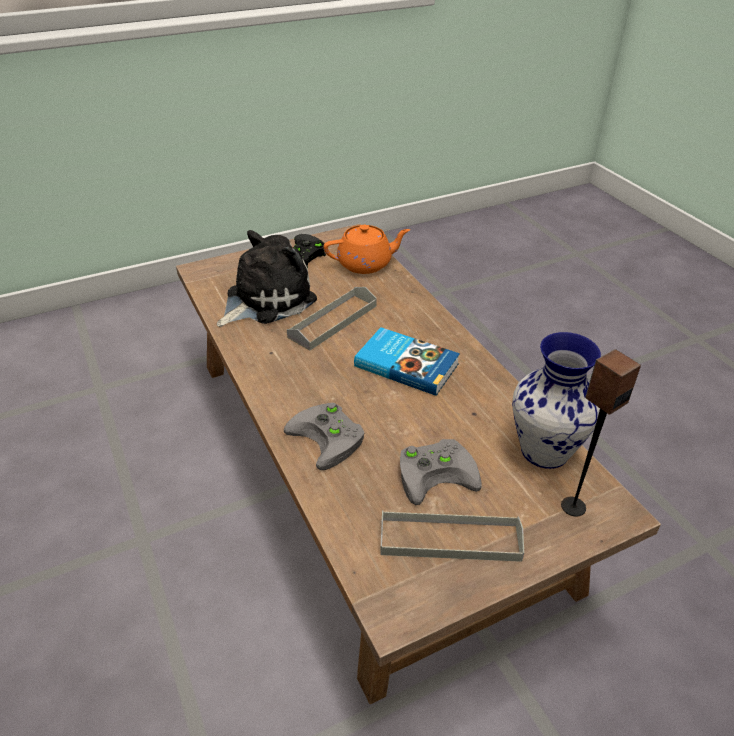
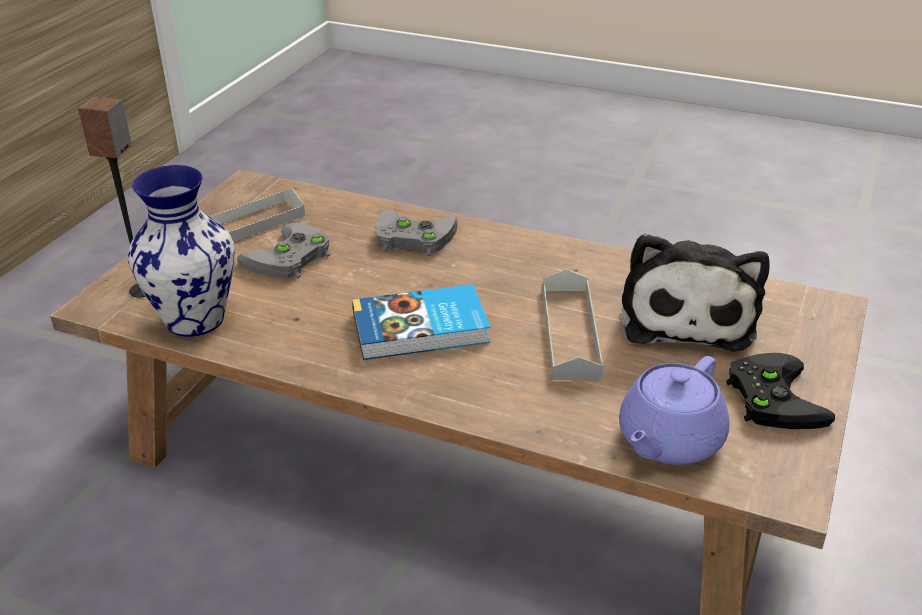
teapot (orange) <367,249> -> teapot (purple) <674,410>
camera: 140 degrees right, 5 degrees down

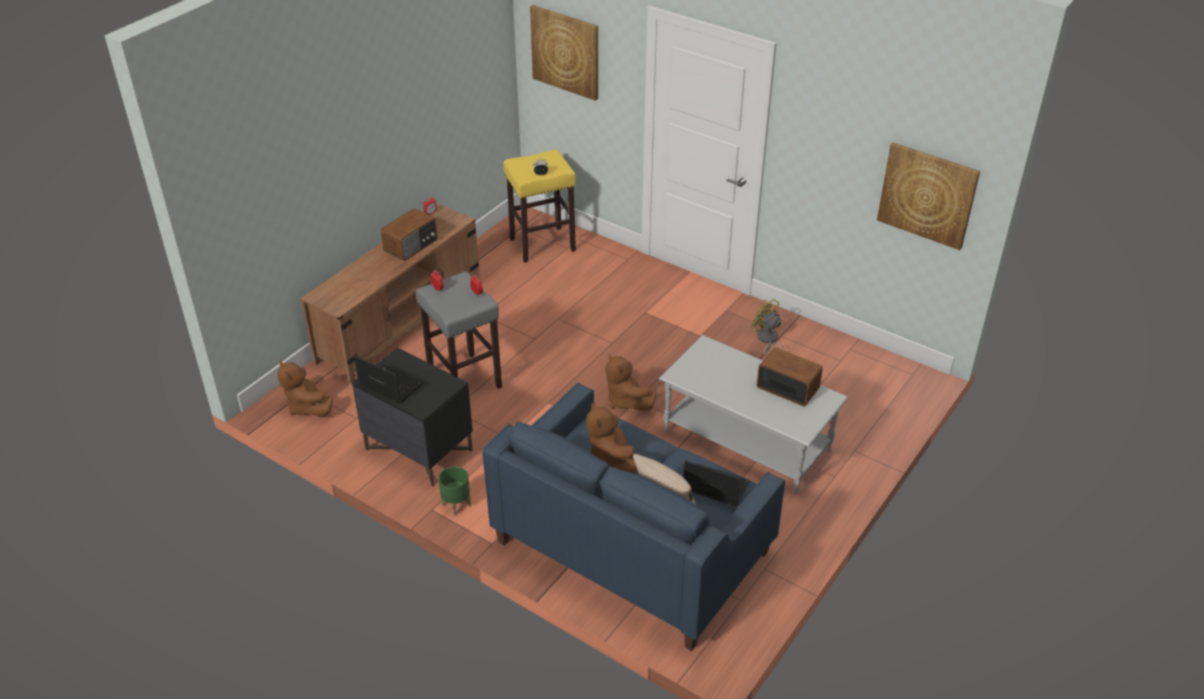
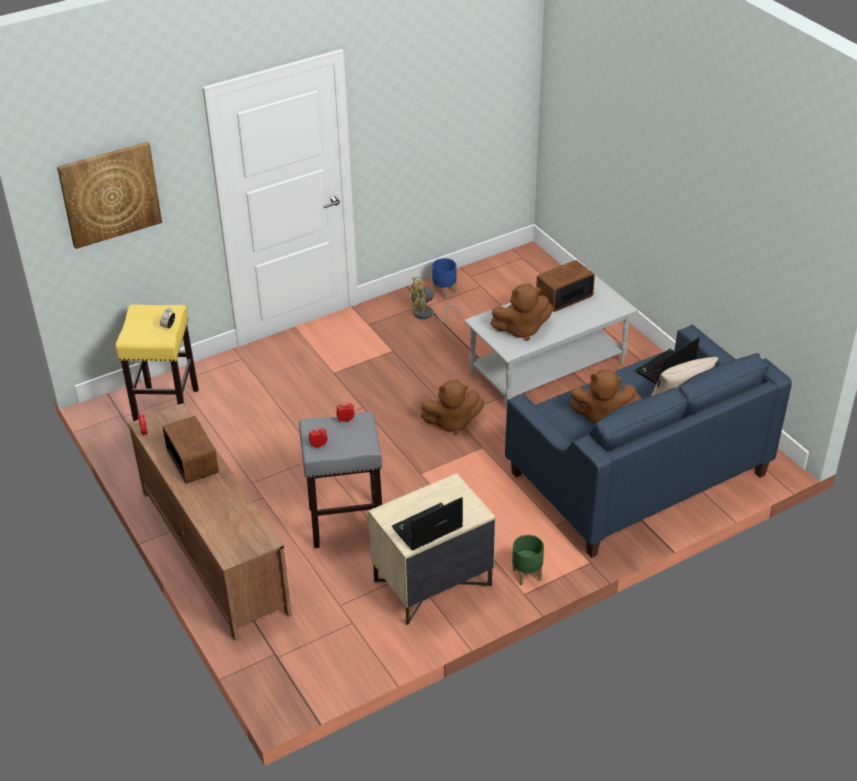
picture <928,196> -> none
nightstand (black) <412,417> -> nightstand (beige) <432,549>
plush toy (brown) <304,388> -> plush toy (brown) <521,312>, relocated
none -> planter (blue) <444,278>
camera: 65 degrees left, 0 degrees up

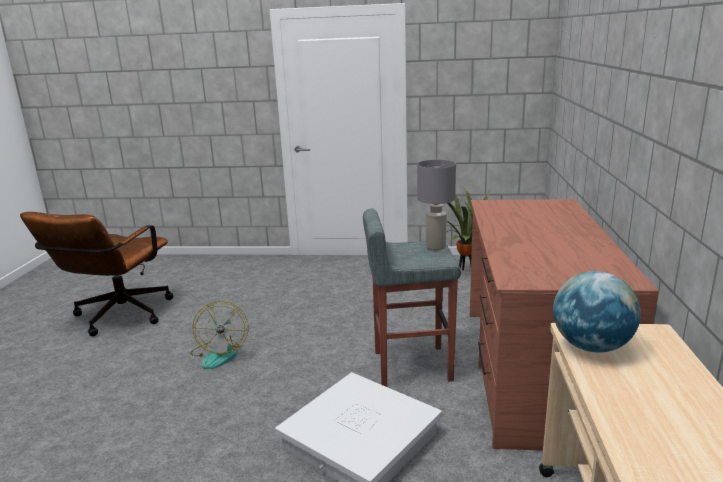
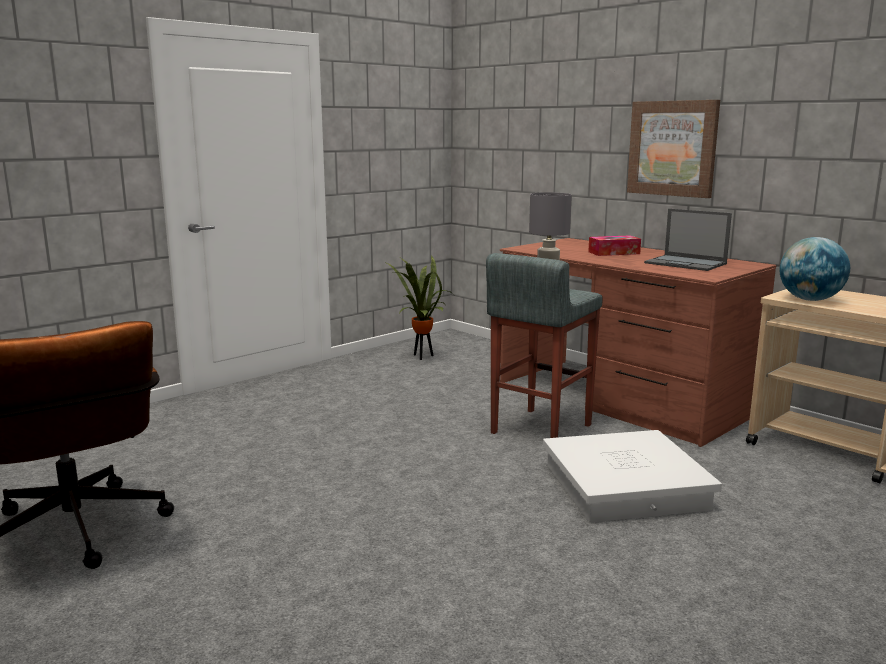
fan <219,335> -> none
none -> picture <673,149>
none -> laptop <688,240>
none -> tissue box <614,245>
camera: 50 degrees left, 5 degrees down

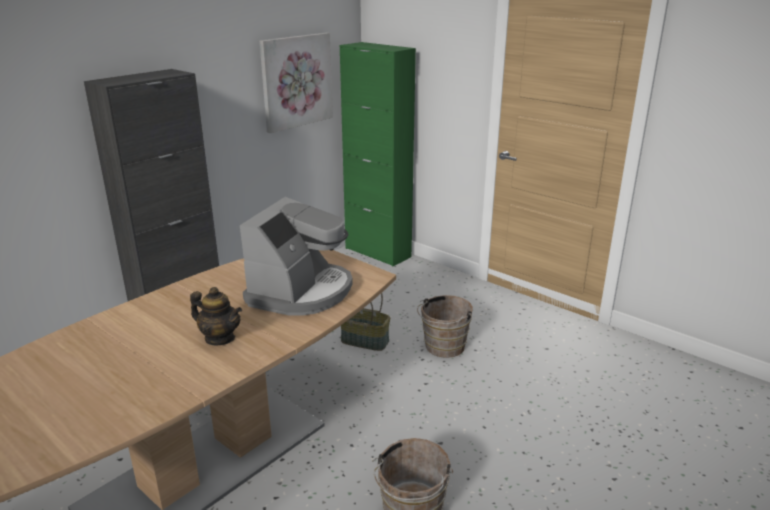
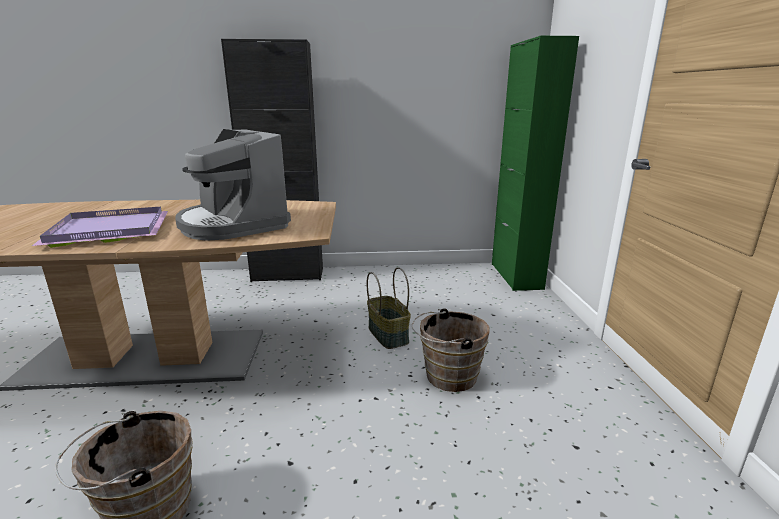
picture <296,83> -> none
coffee machine <296,256> -> coffee machine <233,185>, 75 degrees clockwise
teapot <216,316> -> tray (purple) <100,227>
camera: 45 degrees right, 5 degrees down

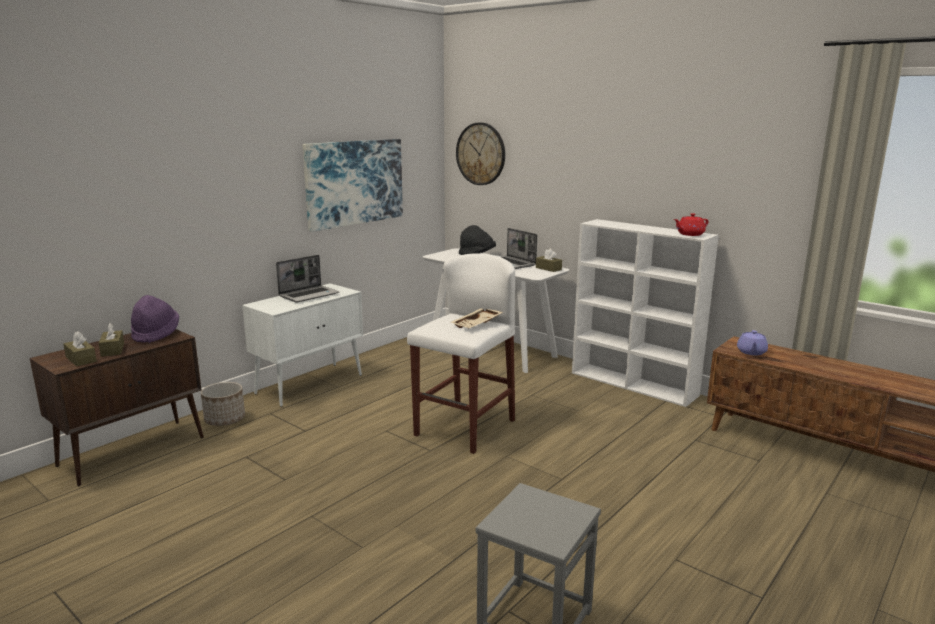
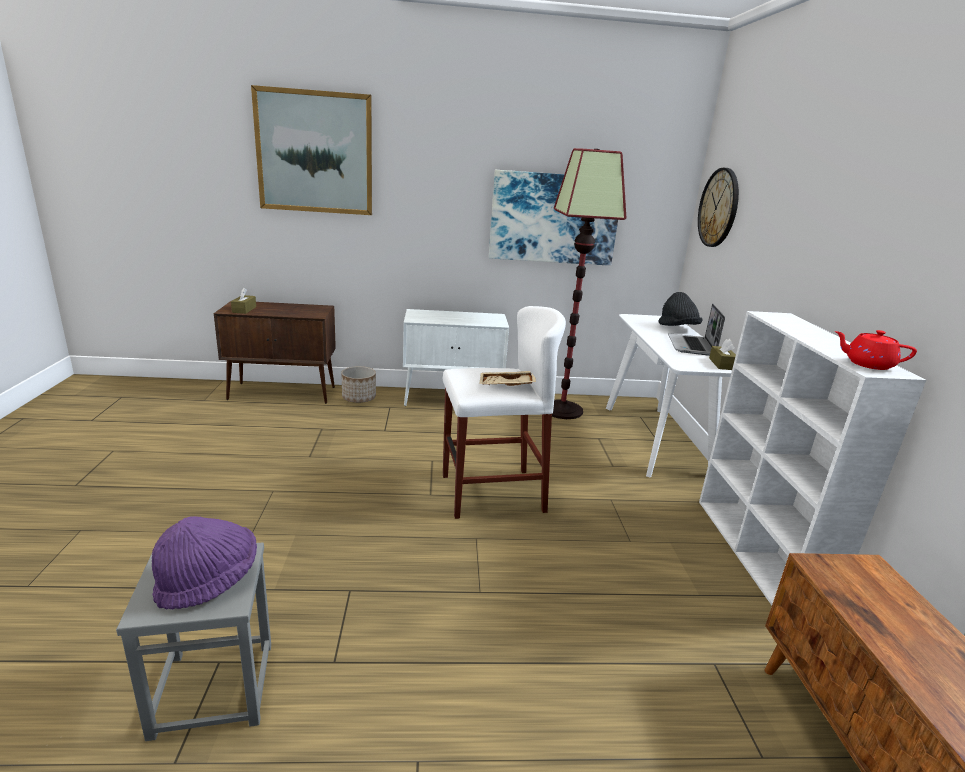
laptop <307,279> -> none
hat (purple) <155,319> -> hat (purple) <204,562>, relocated
tissue box (brown) <111,340> -> none
teapot (purple) <752,342> -> none
none -> picture <311,150>
none -> floor lamp <589,283>
camera: 45 degrees right, 5 degrees up

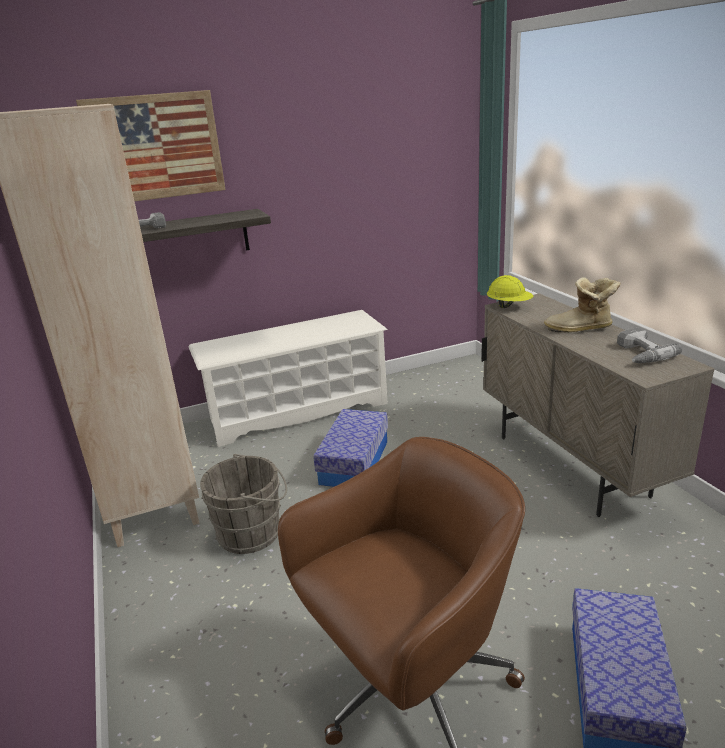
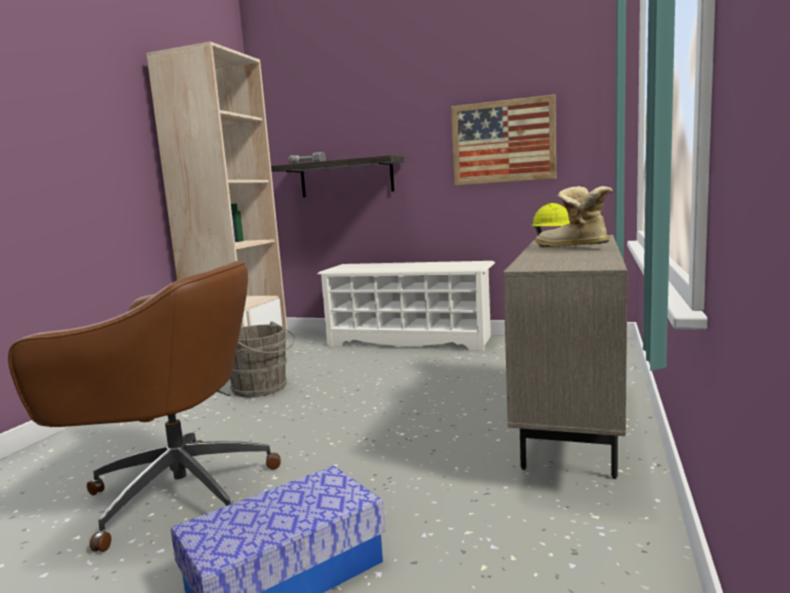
picture <151,145> -> picture <503,140>, relocated
power drill <649,345> -> none
storage box <350,448> -> none
camera: 40 degrees right, 15 degrees down

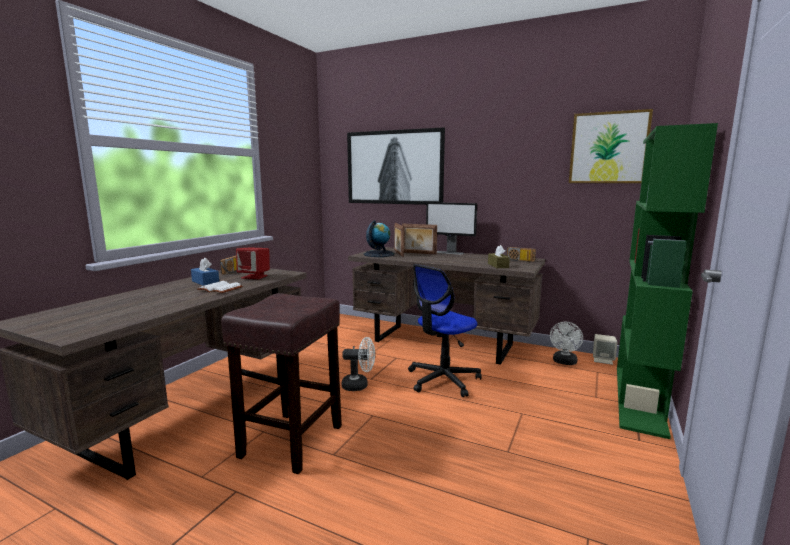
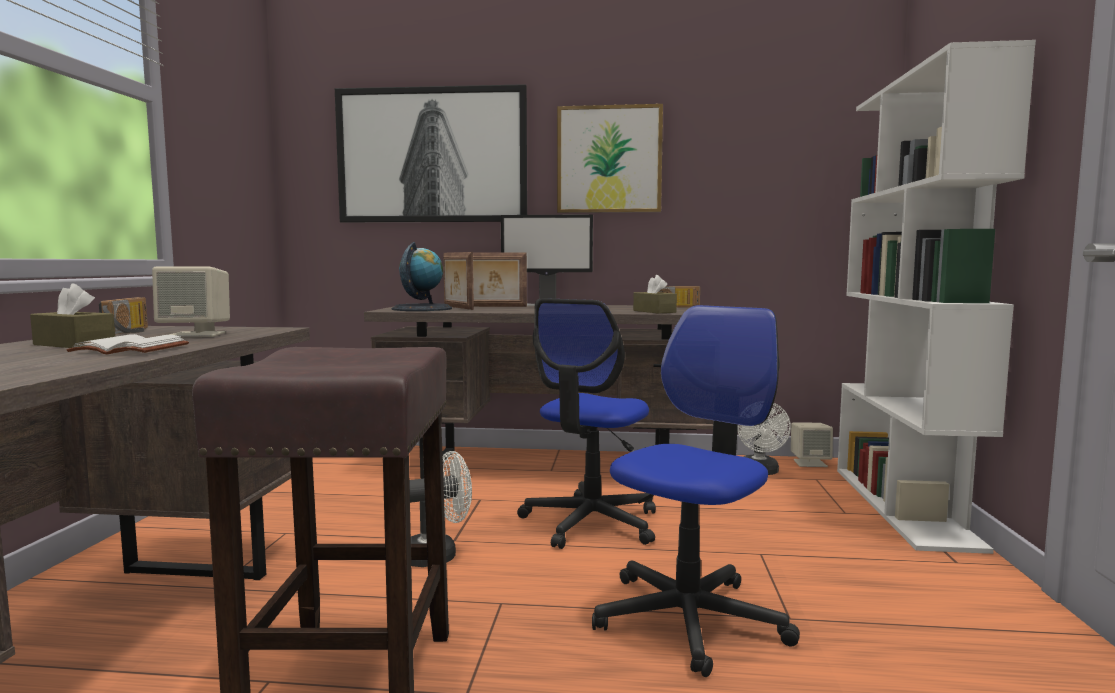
picture <611,146> -> picture <610,158>, relocated
bookcase (green) <667,281> -> bookcase (white) <936,297>
speaker (red) <253,263> -> speaker (beige) <191,301>
tissue box (blue) <205,272> -> tissue box (brown) <72,315>
none -> office chair <696,491>
camera: 20 degrees left, 5 degrees down

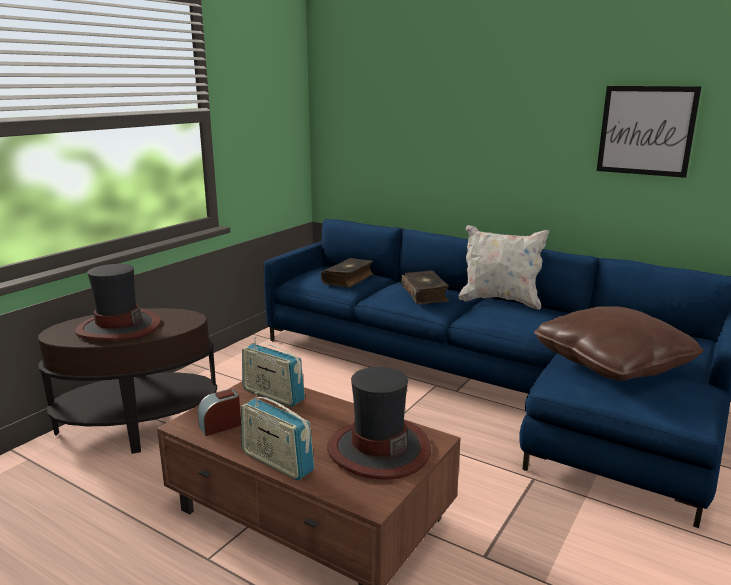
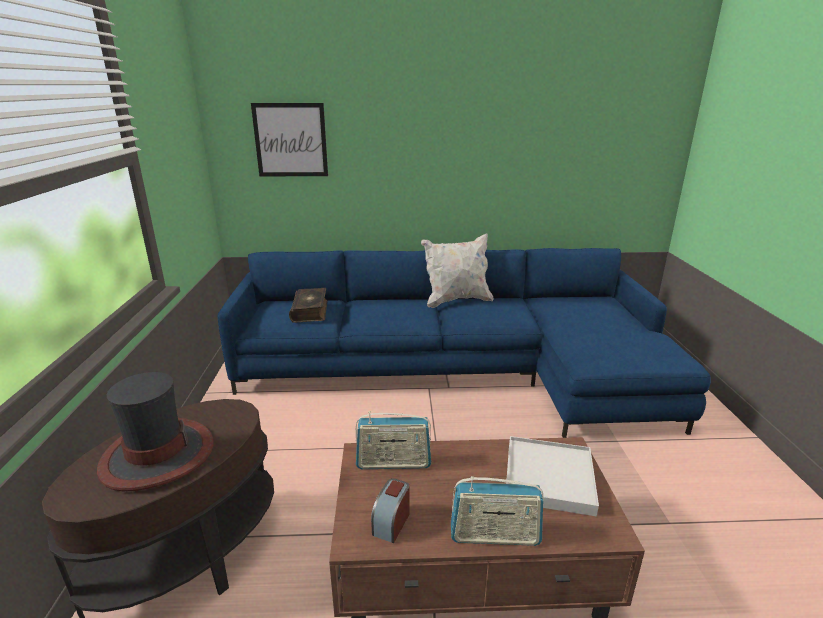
picture <649,132> -> picture <289,140>, relocated
book <425,287> -> none
pillow (brown) <619,343> -> none
hat <379,423> -> tray (white) <552,476>
camera: 35 degrees left, 5 degrees up

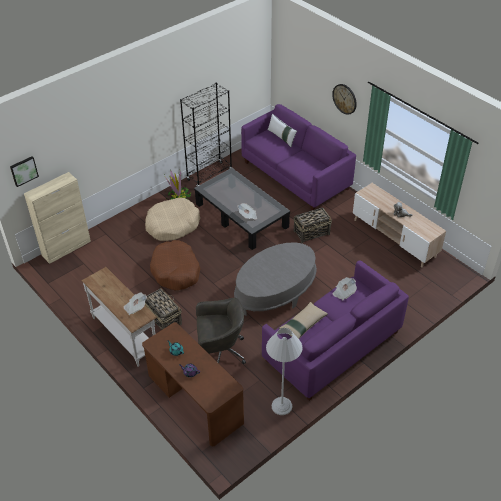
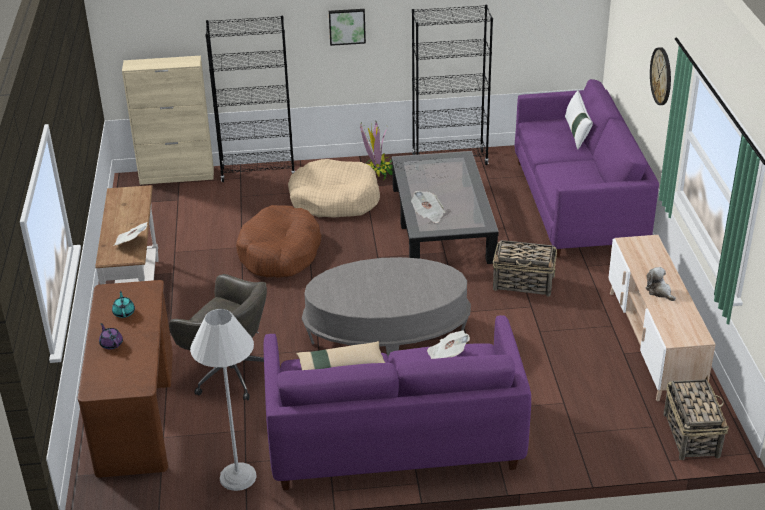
picture <24,171> -> picture <347,27>, relocated
basket <163,308> -> basket <696,417>, relocated
none -> bookcase (black) <250,99>
camera: 35 degrees right, 10 degrees down

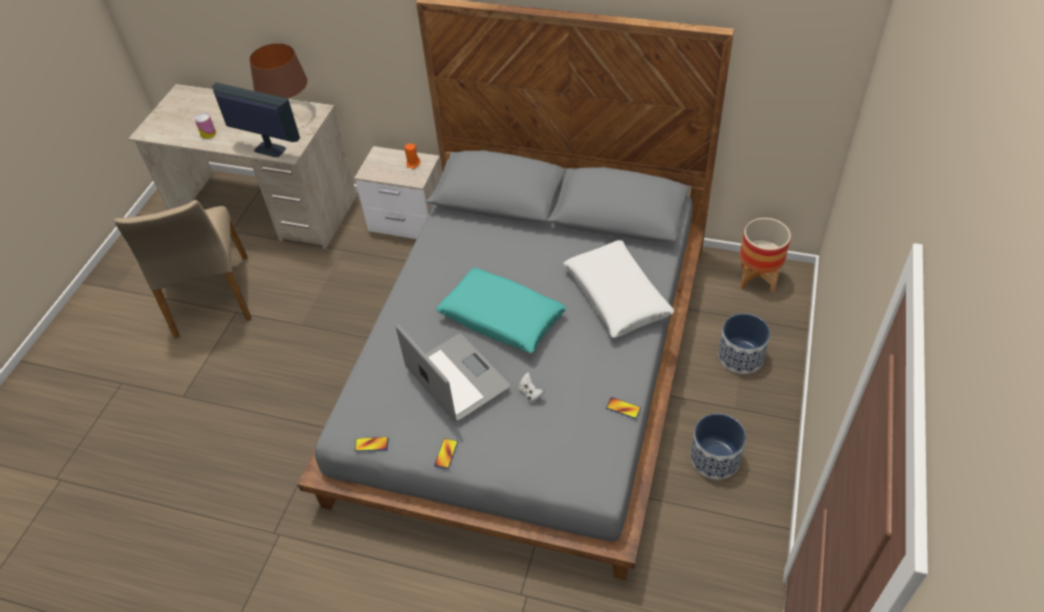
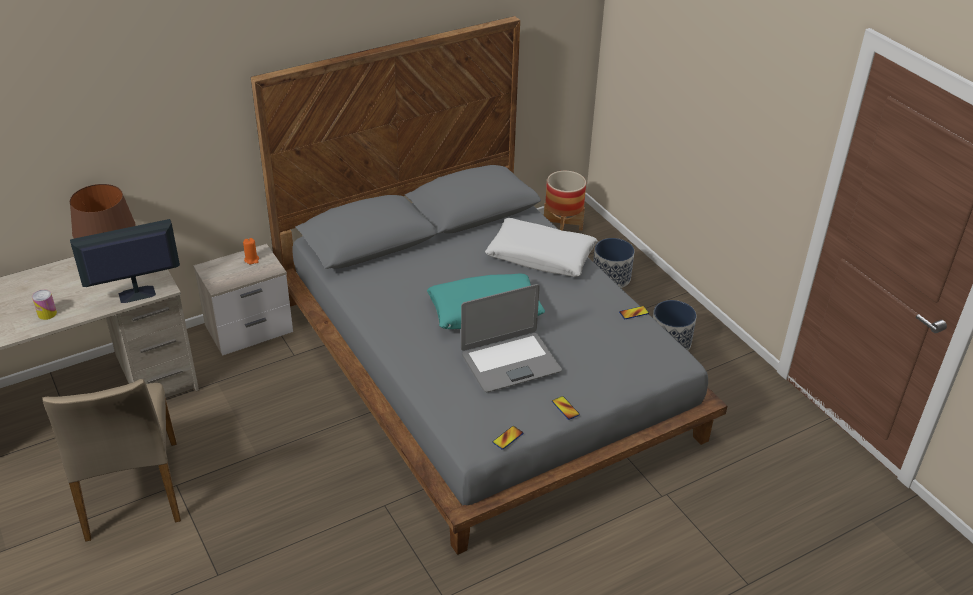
chair (beige) <183,269> -> chair (beige) <111,460>, 45 degrees clockwise
laptop <453,373> -> laptop <511,338>, 150 degrees clockwise
game controller (white) <532,387> -> none
camera: 50 degrees left, 10 degrees down

